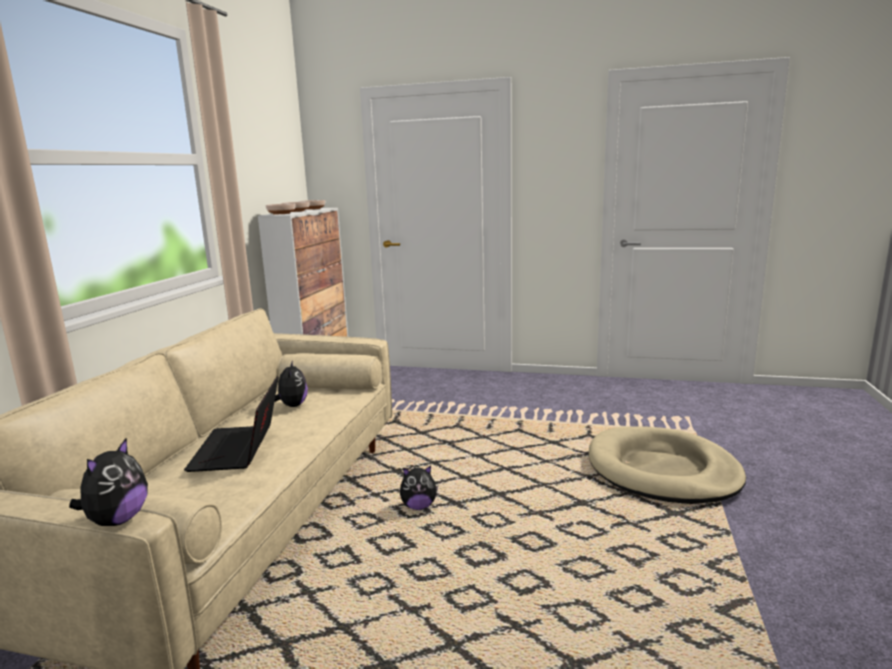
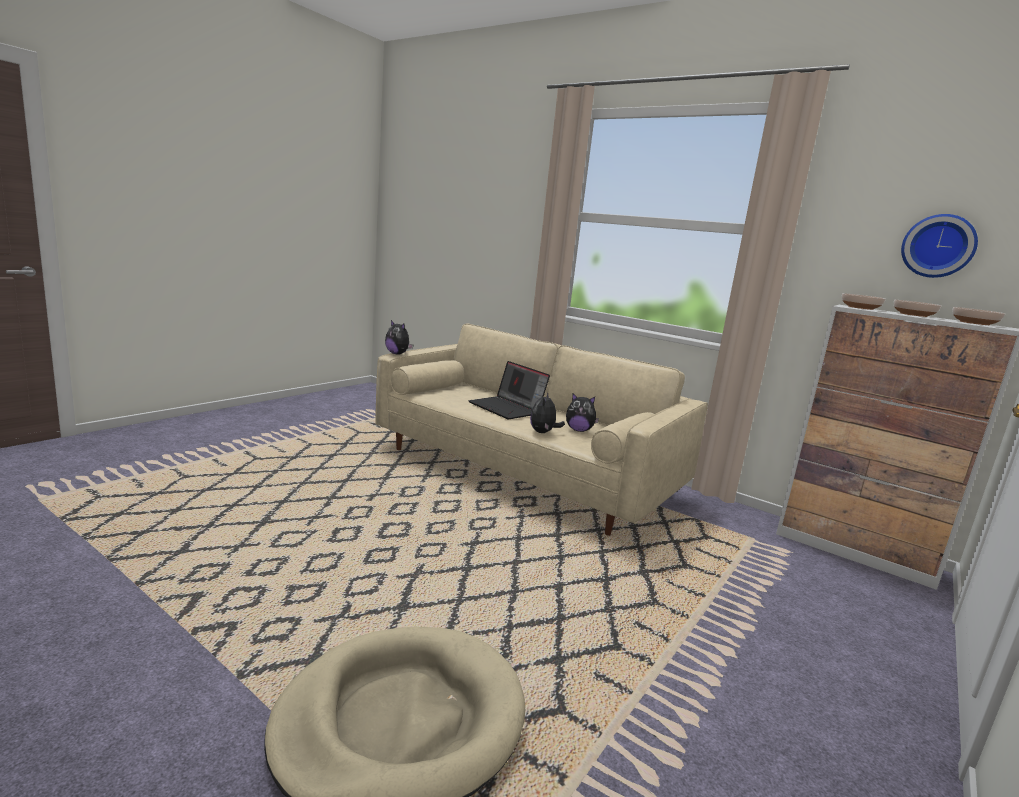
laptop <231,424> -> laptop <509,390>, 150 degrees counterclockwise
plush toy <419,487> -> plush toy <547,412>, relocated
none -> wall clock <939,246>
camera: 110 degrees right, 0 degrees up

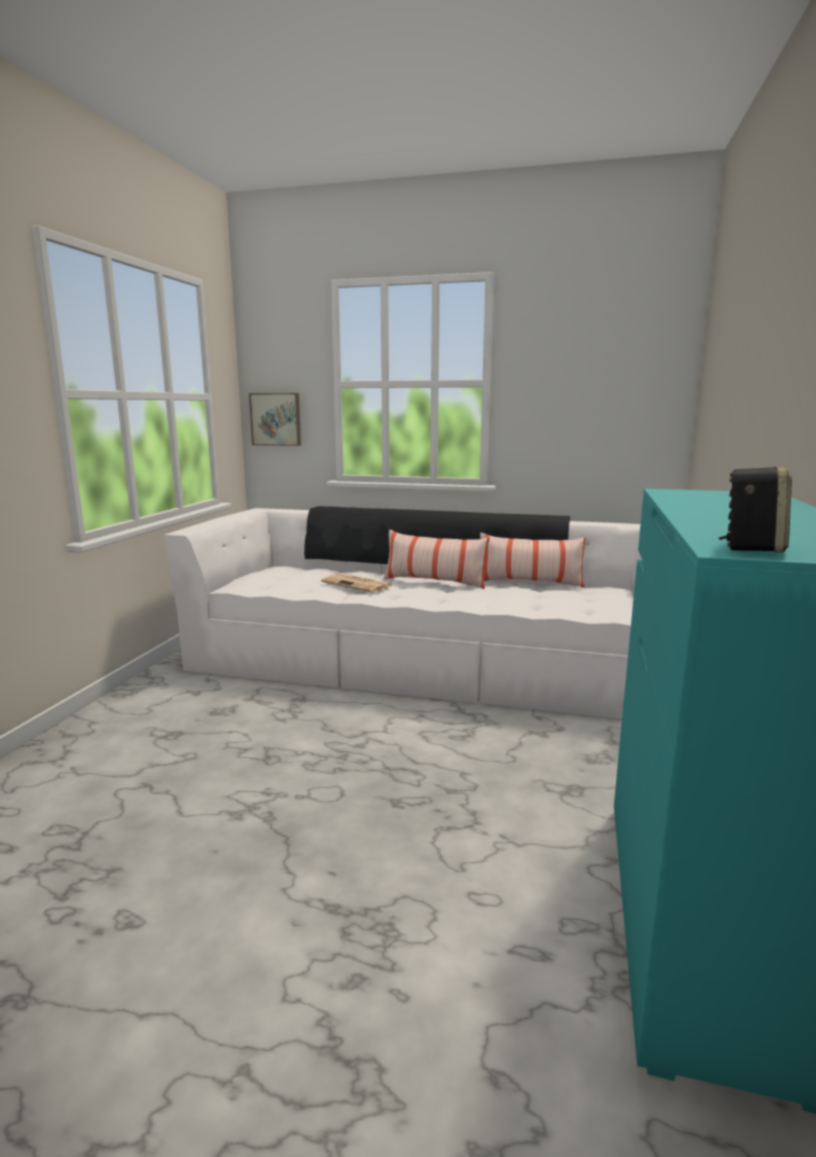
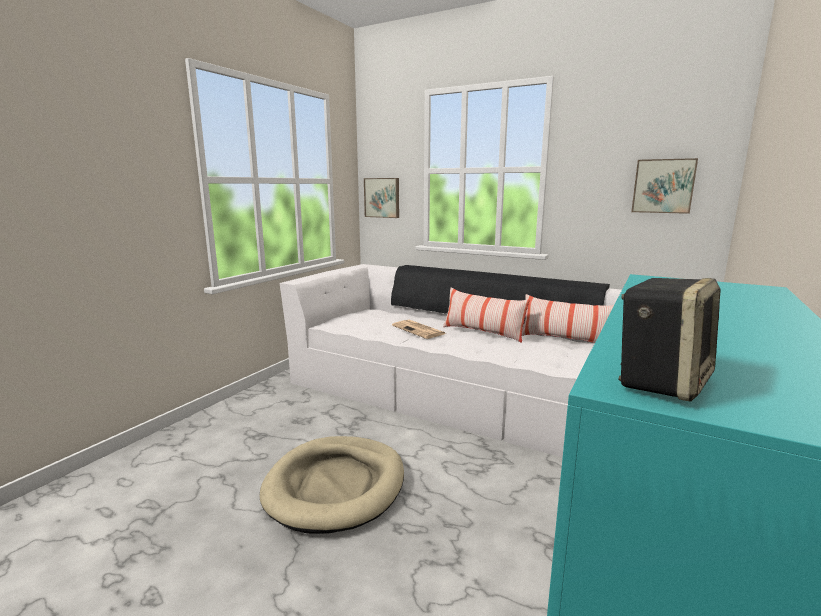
none -> picture <664,186>
none -> dog bed (beige) <331,485>
camera: 15 degrees right, 0 degrees up

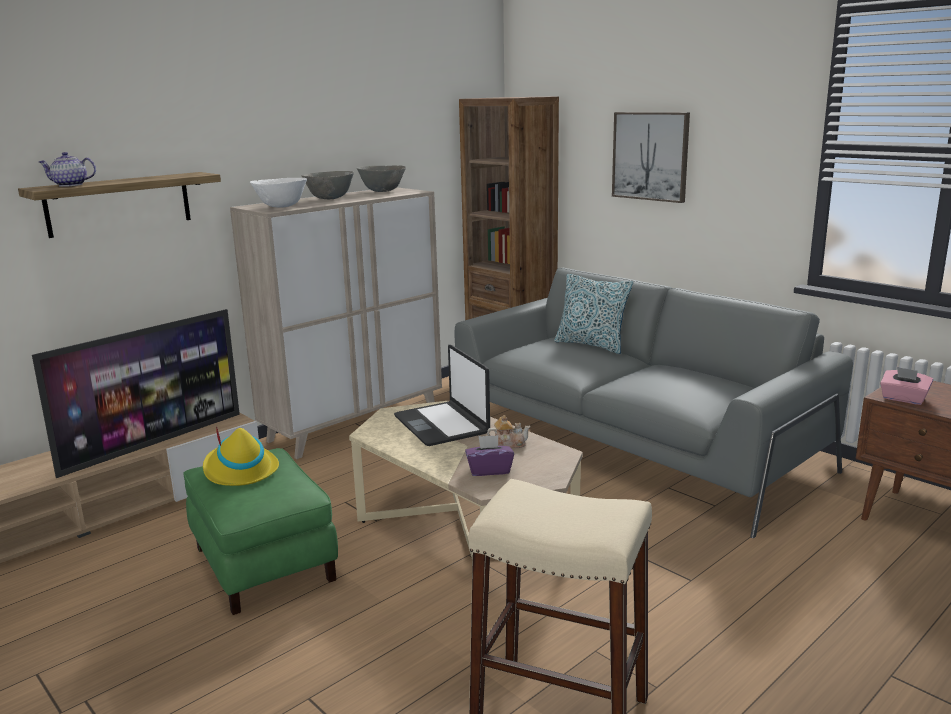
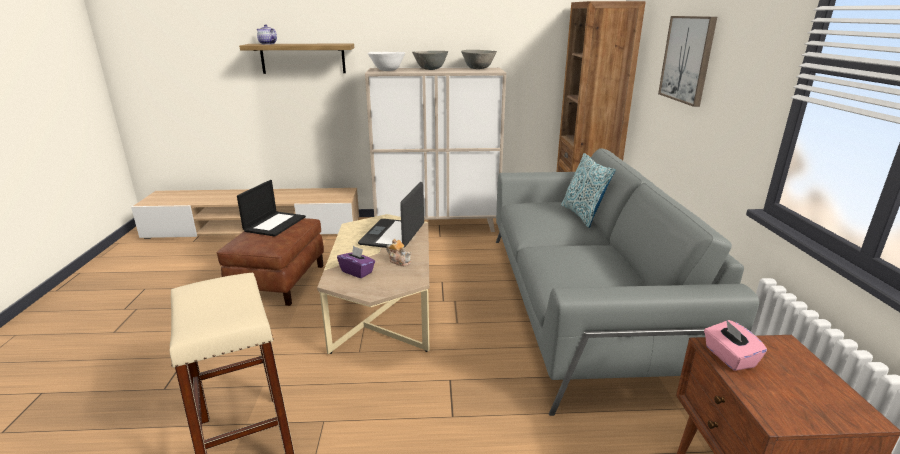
television <136,393> -> none
hat (yellow) <241,456> -> laptop <271,208>
ottoman (green) <260,531> -> ottoman (brown) <270,262>
camera: 40 degrees right, 5 degrees up

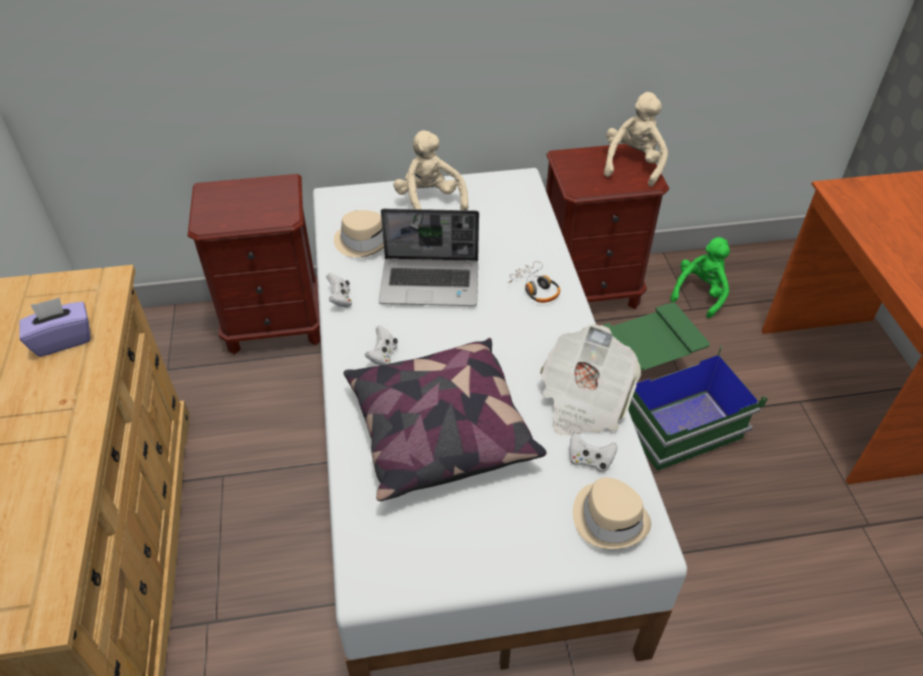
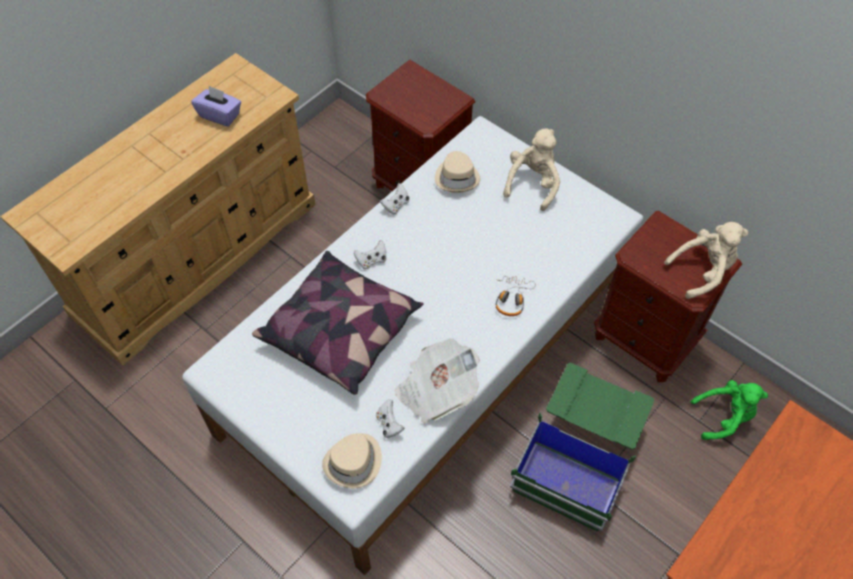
laptop <428,257> -> none
camera: 50 degrees right, 10 degrees up

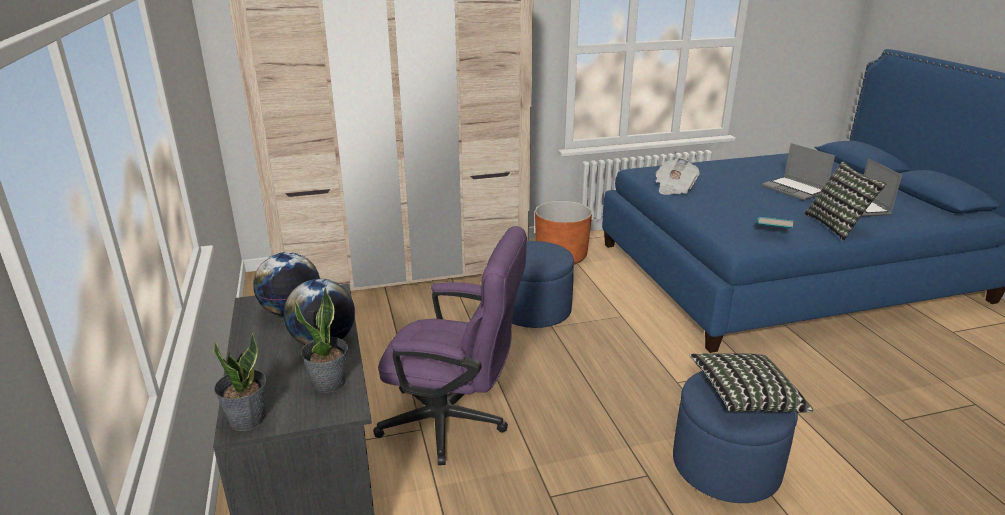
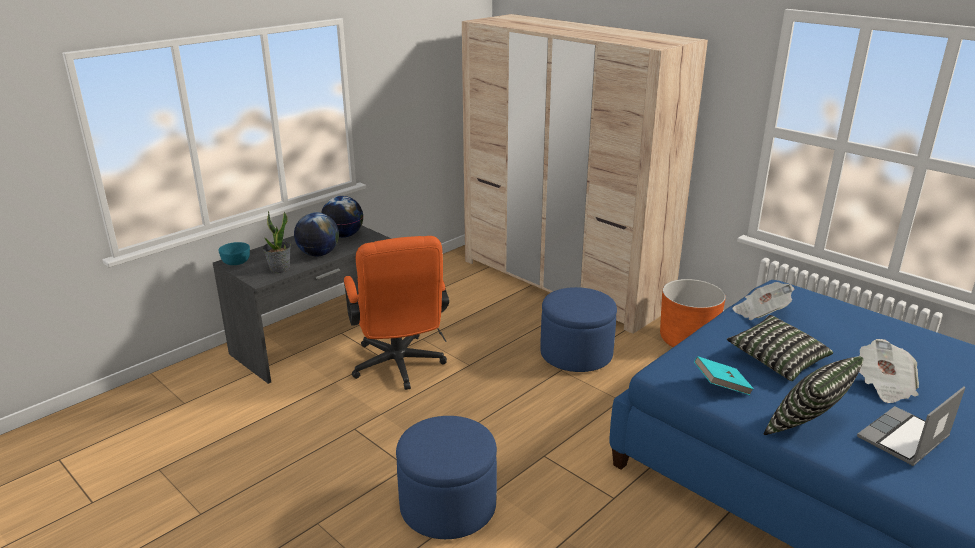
laptop <798,172> -> newspaper <889,371>
office chair (purple) <450,345> -> office chair (orange) <396,313>
potted plant <239,381> -> bowl (turquoise) <234,253>
pillow <751,382> -> pillow <780,348>, relocated
camera: 60 degrees right, 0 degrees up

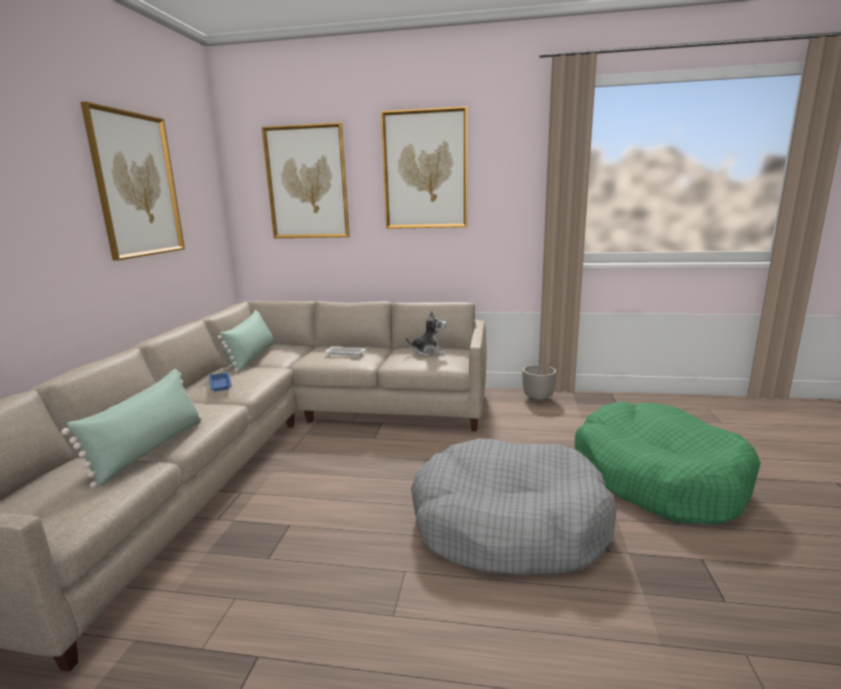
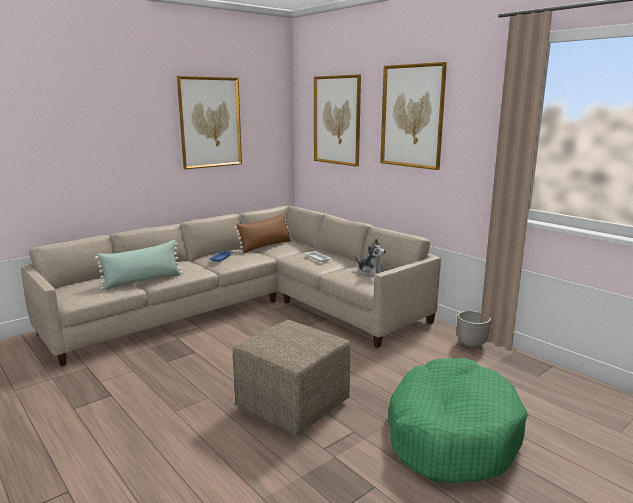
pillow (green) <246,341> -> pillow (brown) <263,233>
dog bed (grey) <514,507> -> ottoman (beige) <291,378>
camera: 40 degrees right, 0 degrees up

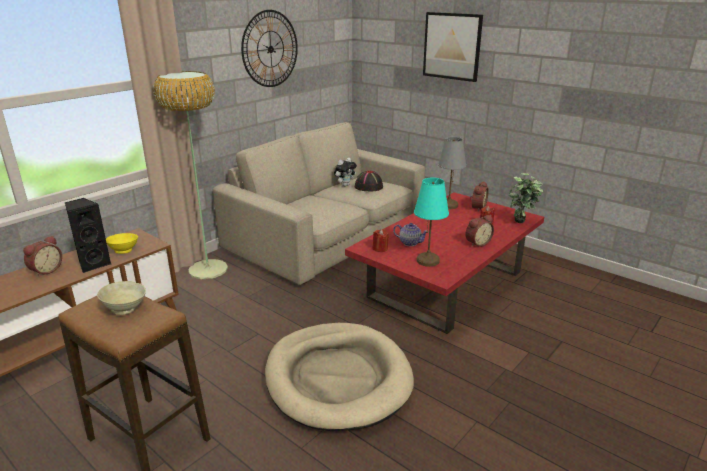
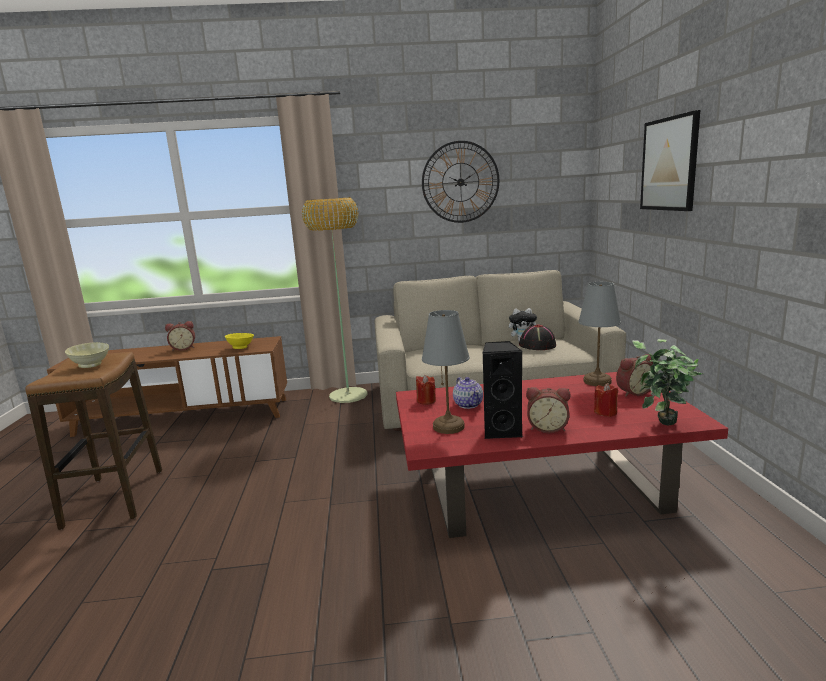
table lamp (turquoise) <431,222> -> table lamp (grey) <446,372>
speaker (black) <88,235> -> speaker (black) <502,390>, relocated
dog bed (beige) <339,377> -> none
camera: 45 degrees right, 10 degrees down

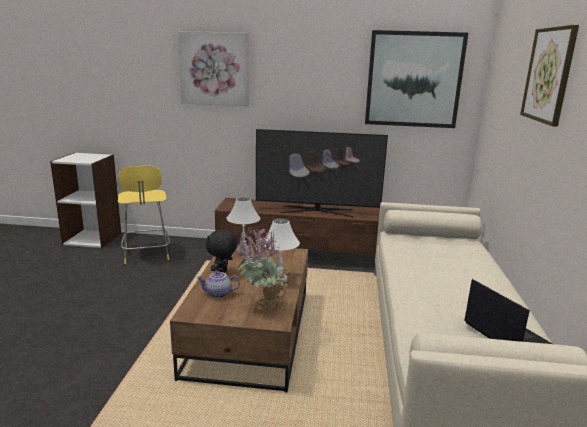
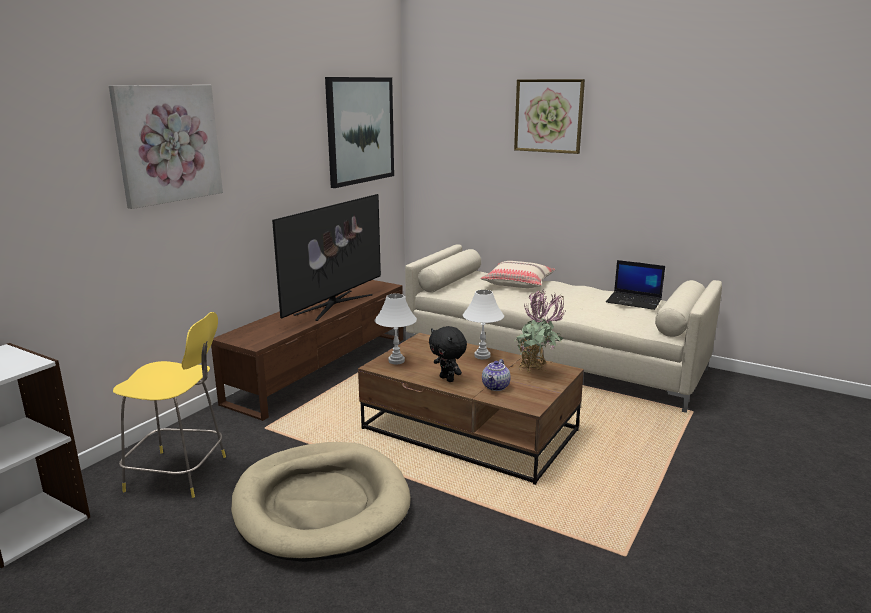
laptop <508,311> -> laptop <635,285>, 150 degrees counterclockwise
none -> pillow (beige) <518,274>
none -> dog bed (beige) <321,502>
camera: 65 degrees left, 0 degrees up

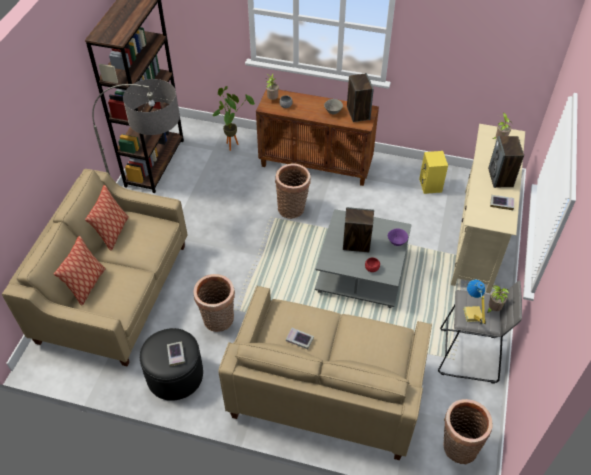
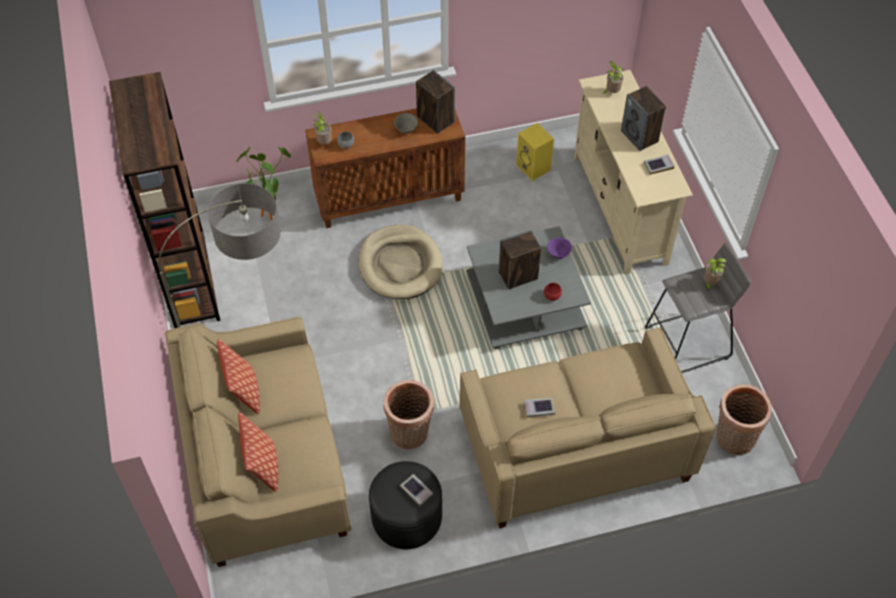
basket <293,191> -> dog bed (beige) <401,262>
table lamp <474,302> -> none
camera: 30 degrees left, 5 degrees up

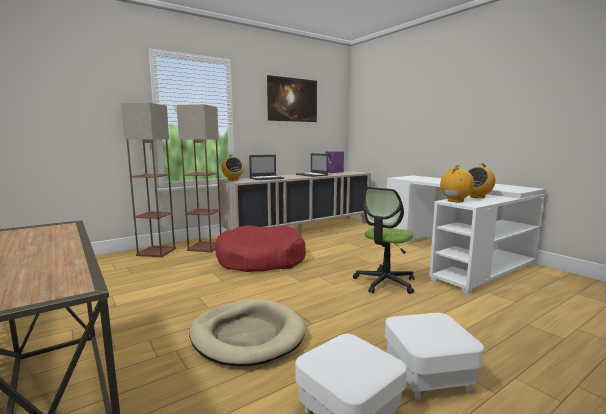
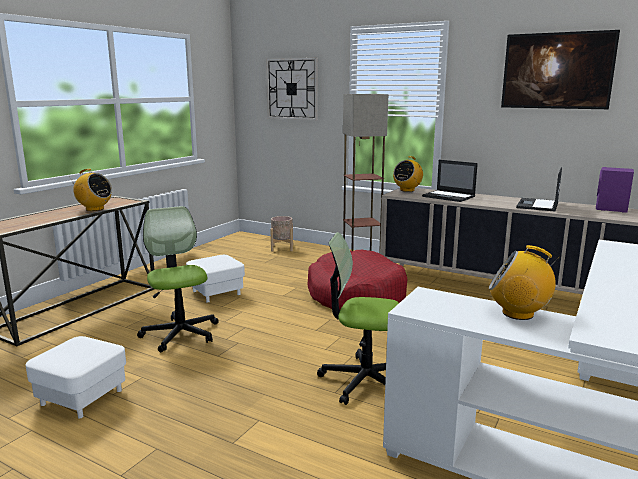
floor lamp <148,180> -> none
radio <457,183> -> radio <91,190>, relocated
dog bed (beige) <247,332> -> office chair <178,279>
ottoman (white) <434,356> -> ottoman (white) <215,279>, relocated
none -> wall clock <292,88>
none -> planter (beige) <281,233>
camera: 65 degrees right, 5 degrees up

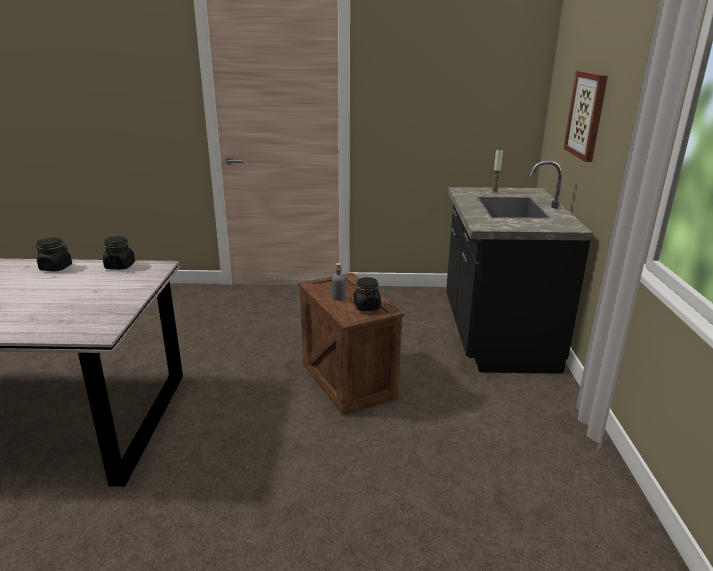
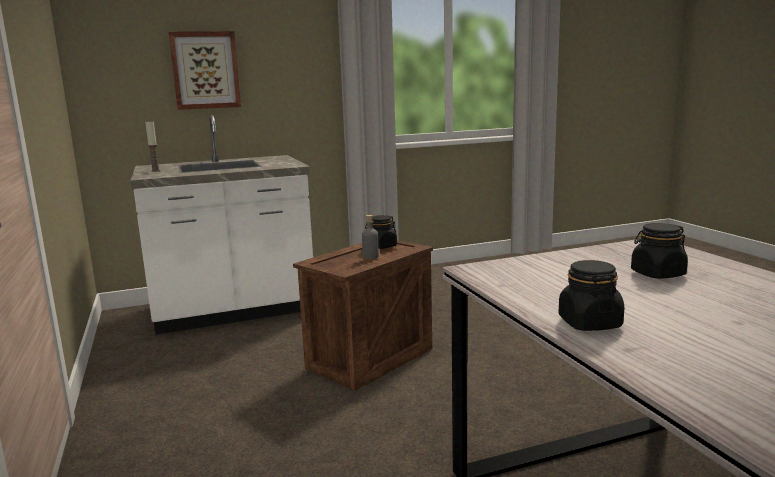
counter (black) <519,267> -> counter (white) <221,225>
jar (black) <119,253> -> jar (black) <659,251>, relocated
camera: 110 degrees left, 10 degrees down

